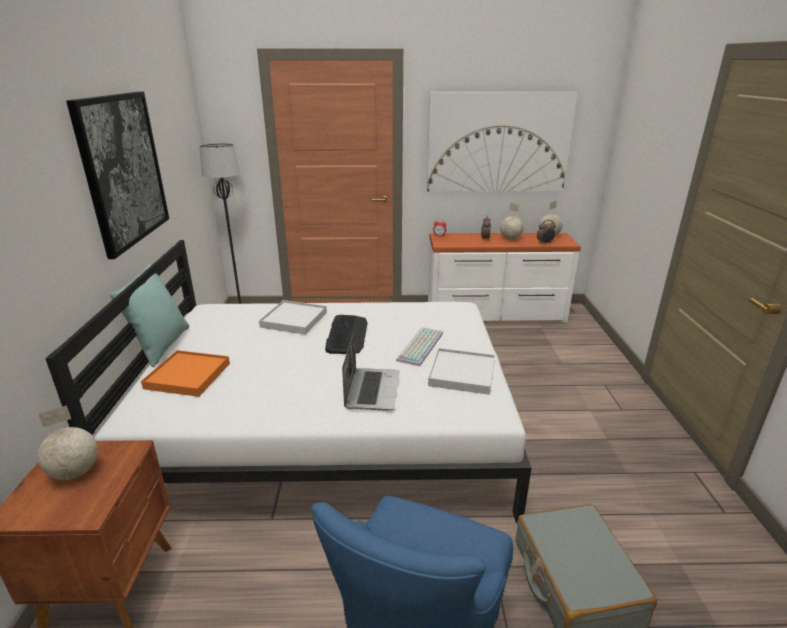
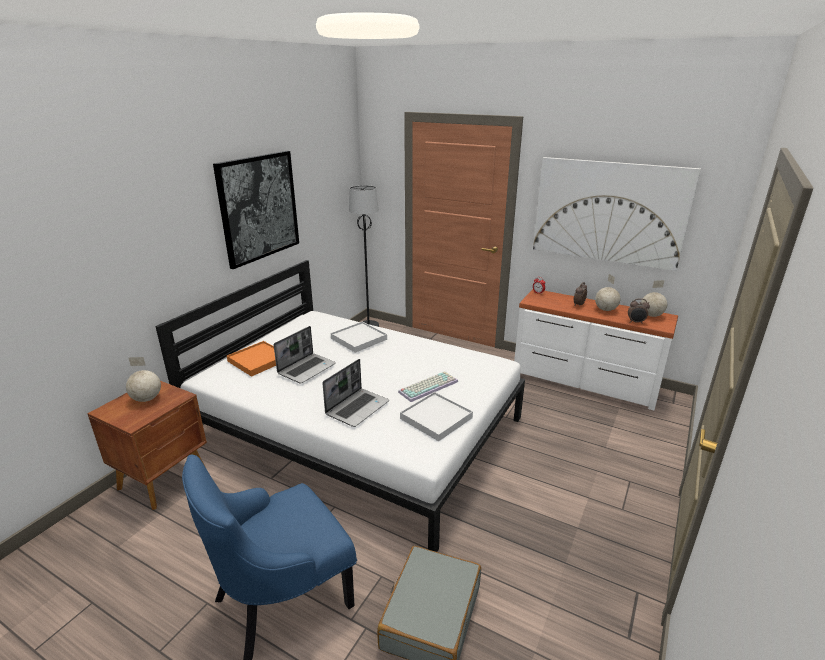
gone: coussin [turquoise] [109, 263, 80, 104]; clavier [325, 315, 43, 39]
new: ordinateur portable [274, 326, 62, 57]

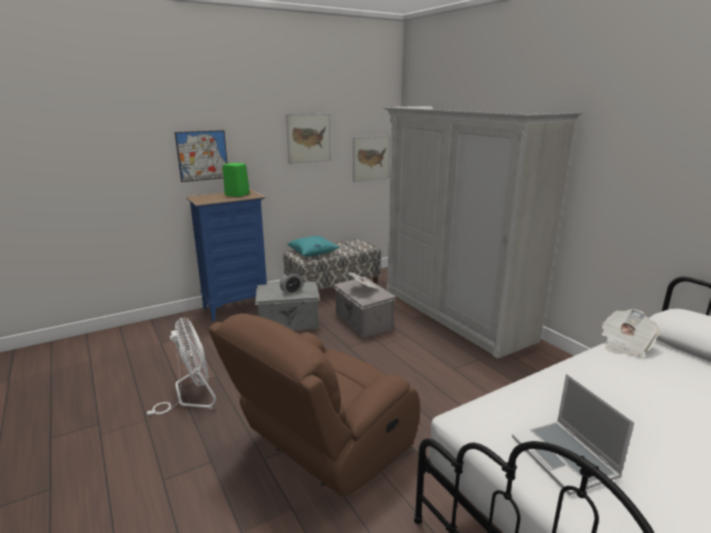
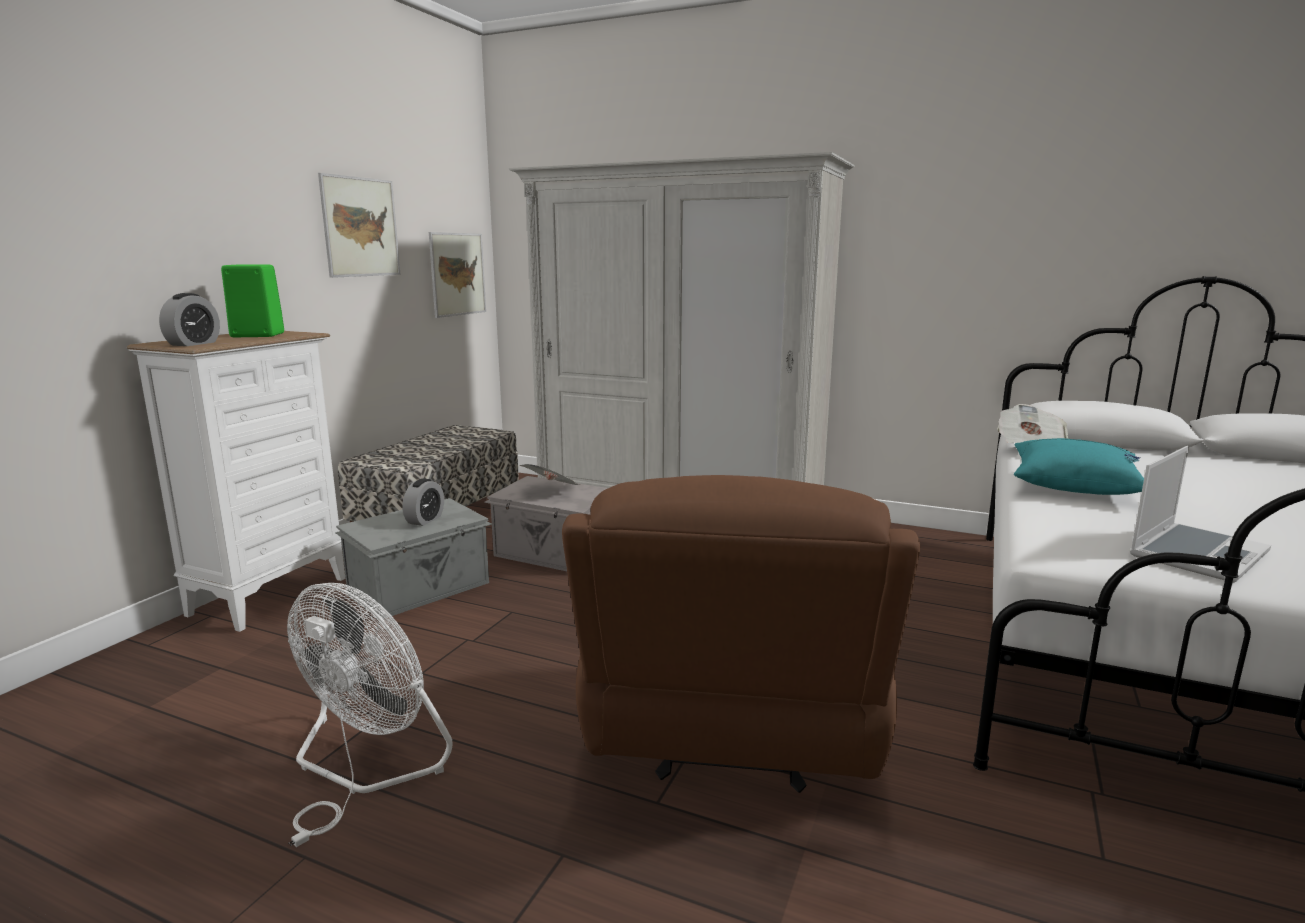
gone: tableau [175, 130, 53, 52]
new: réveil [159, 293, 61, 53]
shifted: coussin [turquoise] [287, 236, 52, 20] to [1014, 438, 130, 57]
repainted: commode [bleu] [186, 190, 81, 132] to commode [blanc] [127, 331, 218, 301]
rotated: ordinateur portable [512, 374, 123, 121] = [1130, 446, 141, 137] 75 degrees counterclockwise

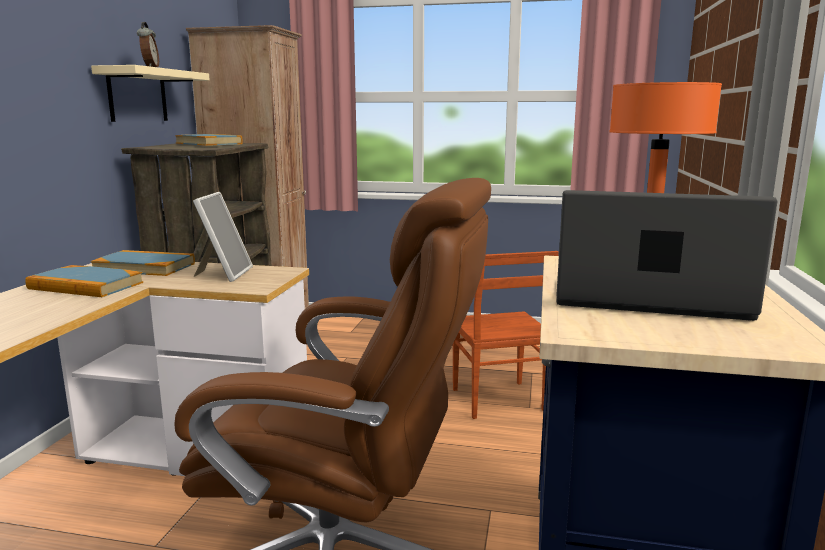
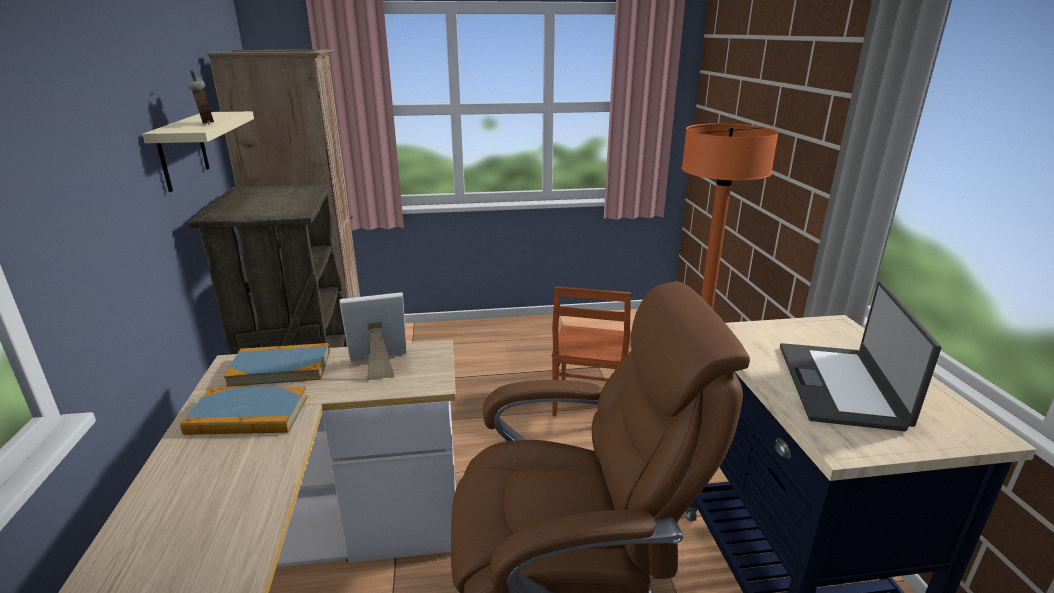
gone: livre [175, 134, 68, 12]
rotated: ordinateur portable [556, 190, 222, 131] = [780, 281, 161, 150] 75 degrees counterclockwise; cadre photo [193, 192, 60, 90] = [339, 292, 68, 89] 90 degrees counterclockwise; chaise [marron] [453, 251, 106, 168] = [552, 286, 79, 130] 45 degrees clockwise

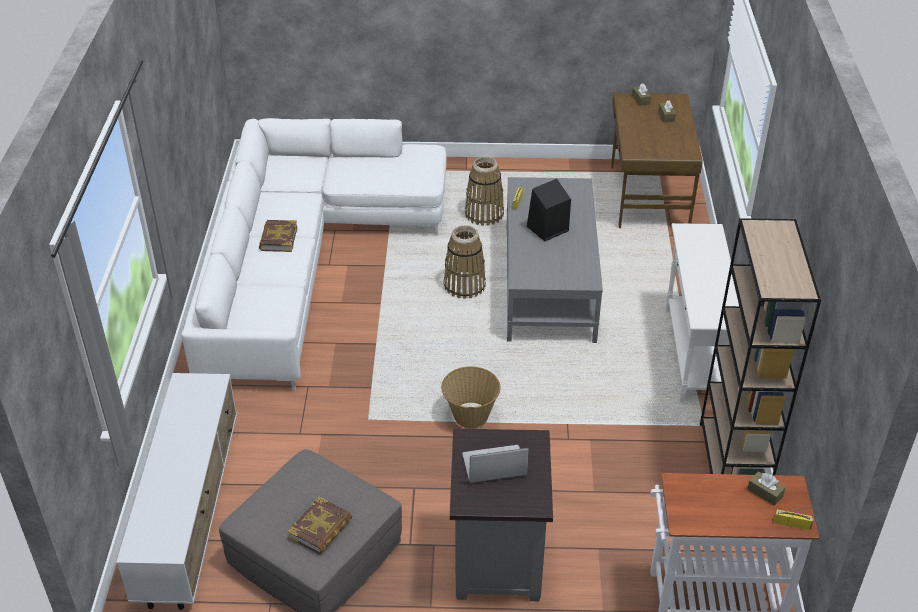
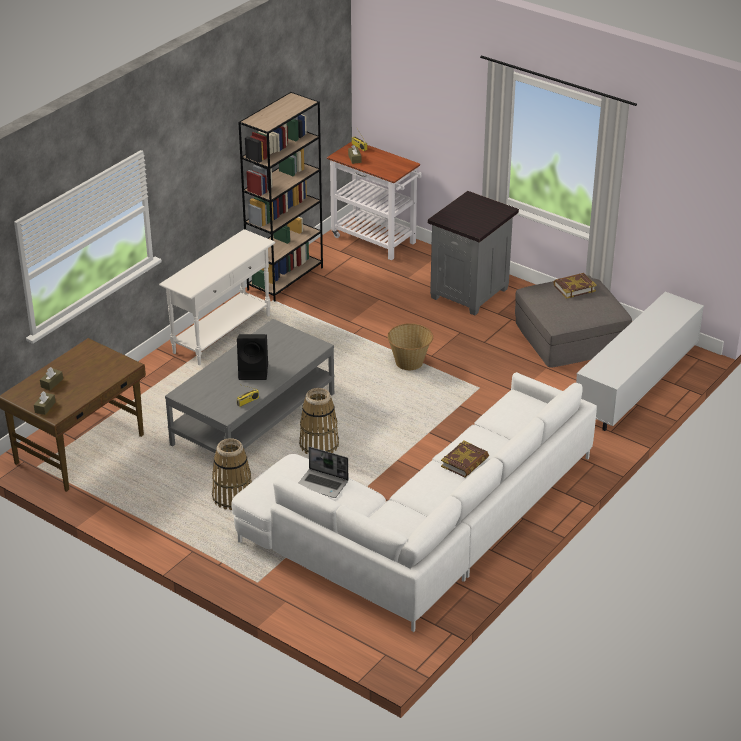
shifted: ordinateur portable [462, 445, 67, 38] to [299, 447, 49, 51]

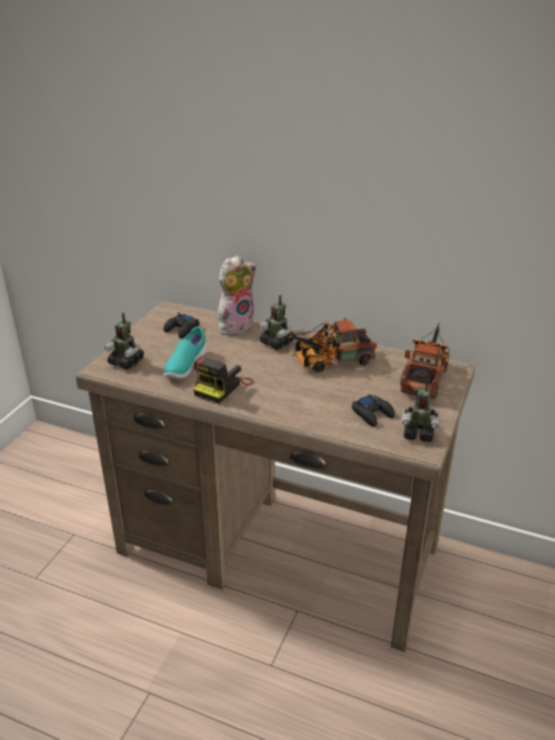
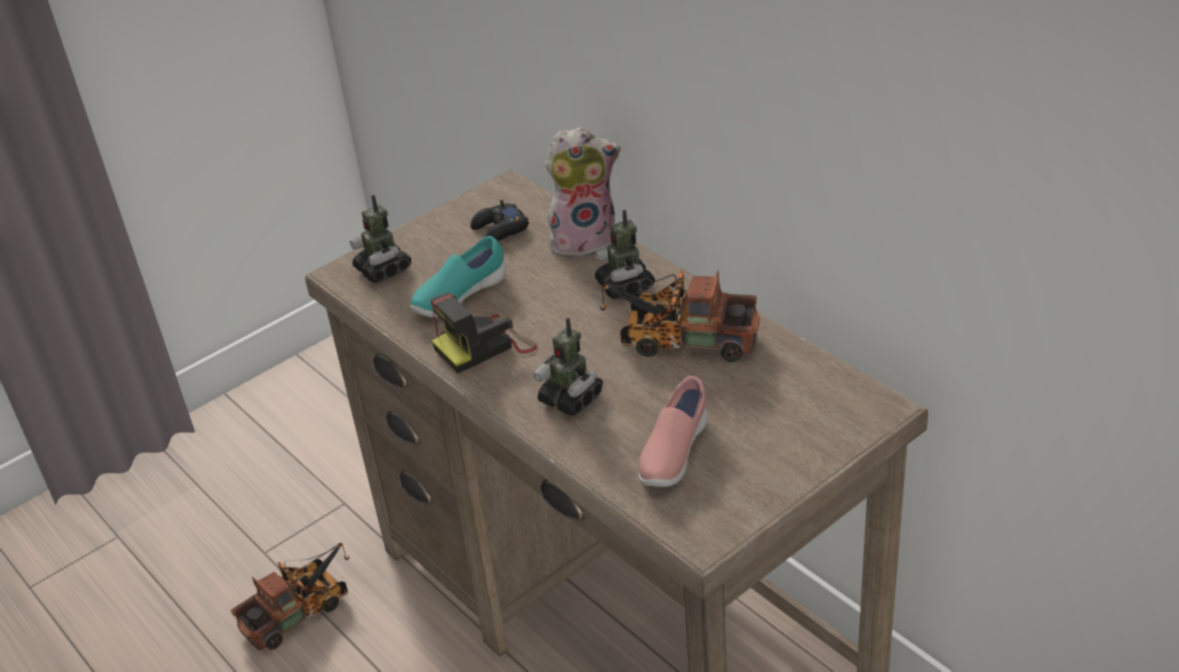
shifted: camion jouet [401, 323, 49, 76] to [231, 543, 118, 108]; robot jouet [402, 378, 38, 64] to [533, 317, 70, 99]
swapped: manette [noir] [352, 394, 43, 33] to chaussure [rose] [639, 376, 69, 111]

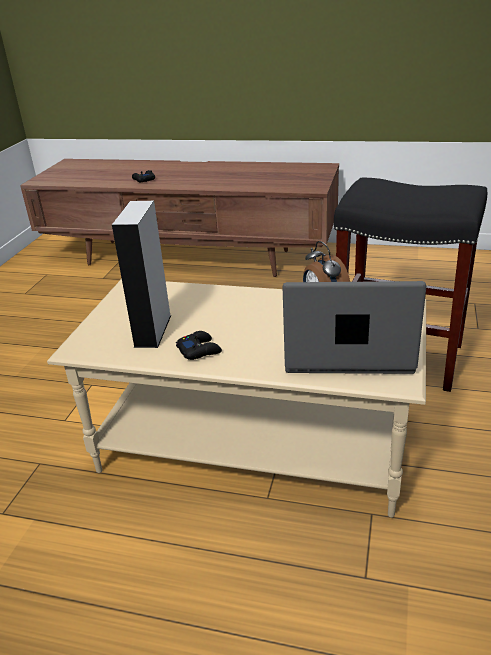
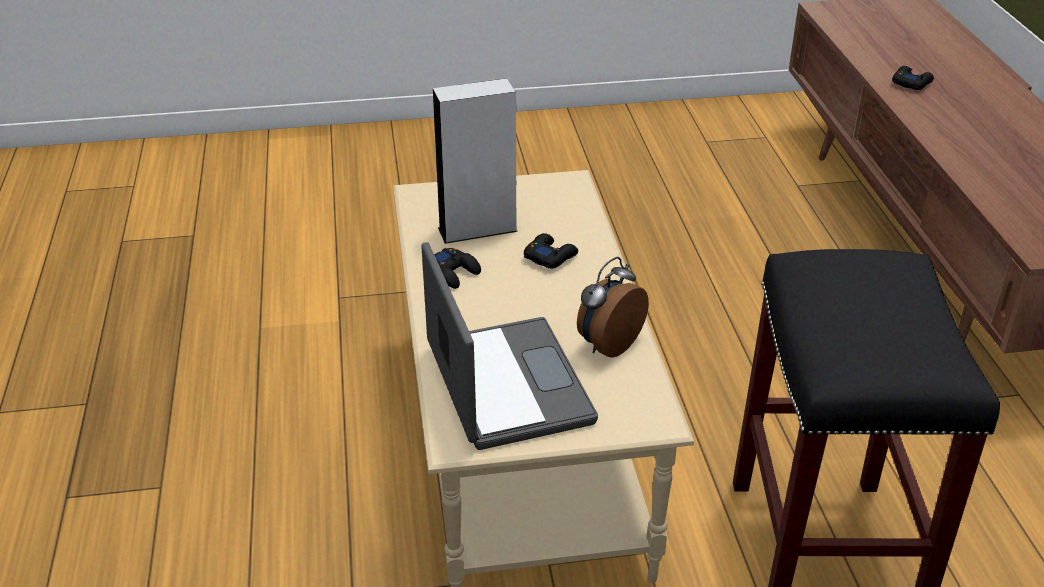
new: manette [noir] [524, 233, 54, 36]

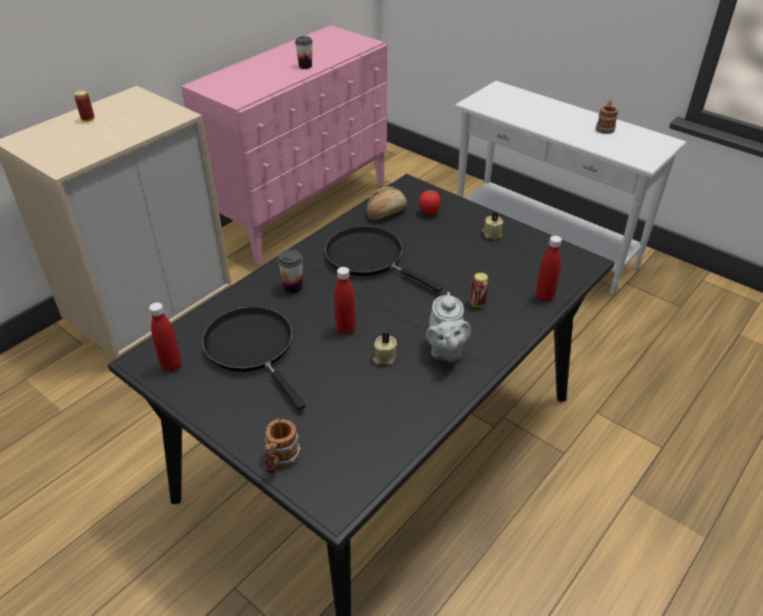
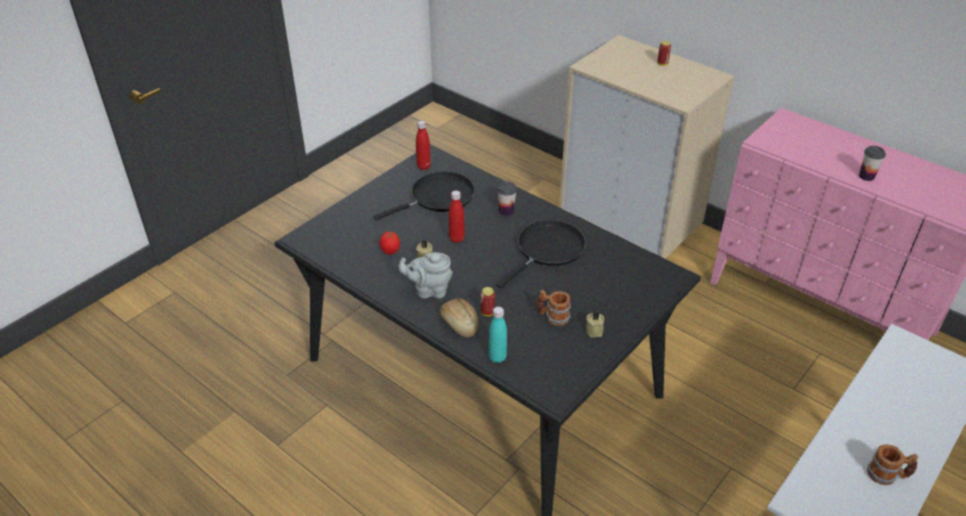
shifted: pain [367, 187, 40, 33] to [440, 299, 39, 38]; tomate [419, 190, 22, 25] to [379, 232, 21, 23]; mug [264, 419, 37, 55] to [536, 290, 35, 36]
repainted: bouteille [rouge] [536, 236, 26, 66] to bouteille [turquoise] [489, 307, 18, 56]

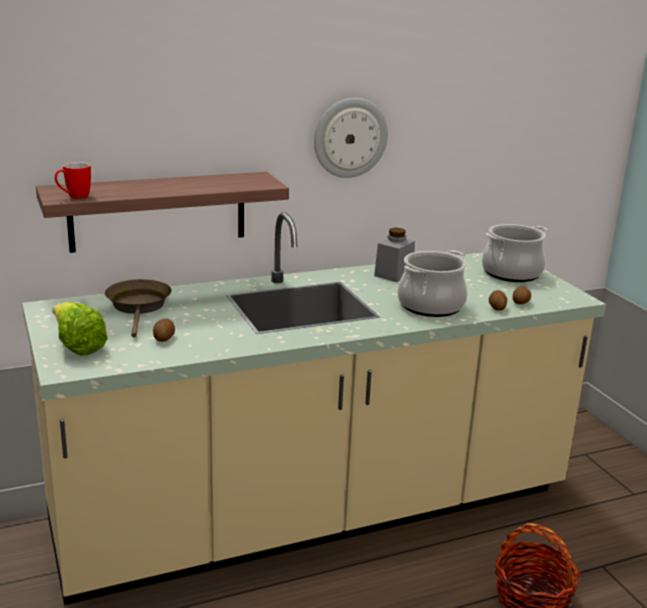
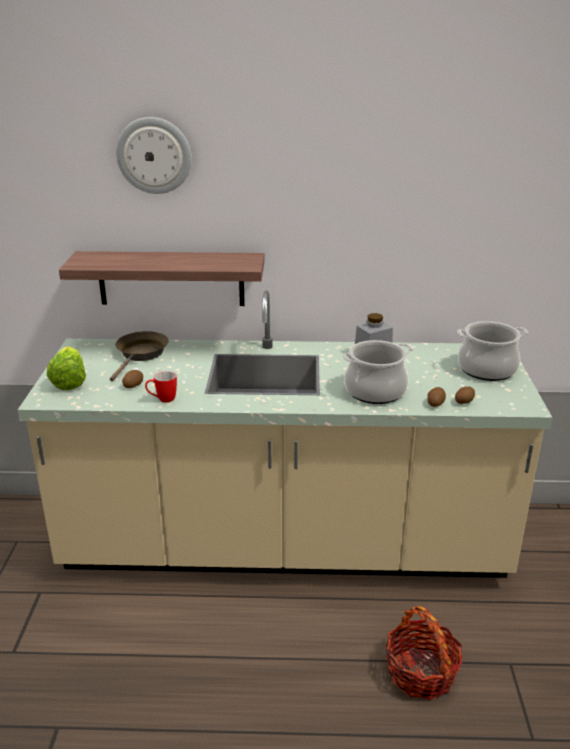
shifted: horloge murale [314, 98, 74, 80] to [116, 117, 76, 77]; mug [55, 162, 36, 37] to [145, 371, 32, 32]

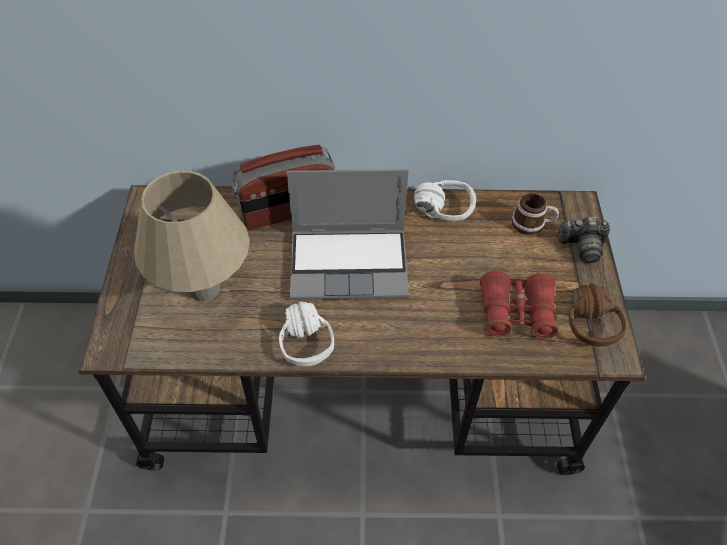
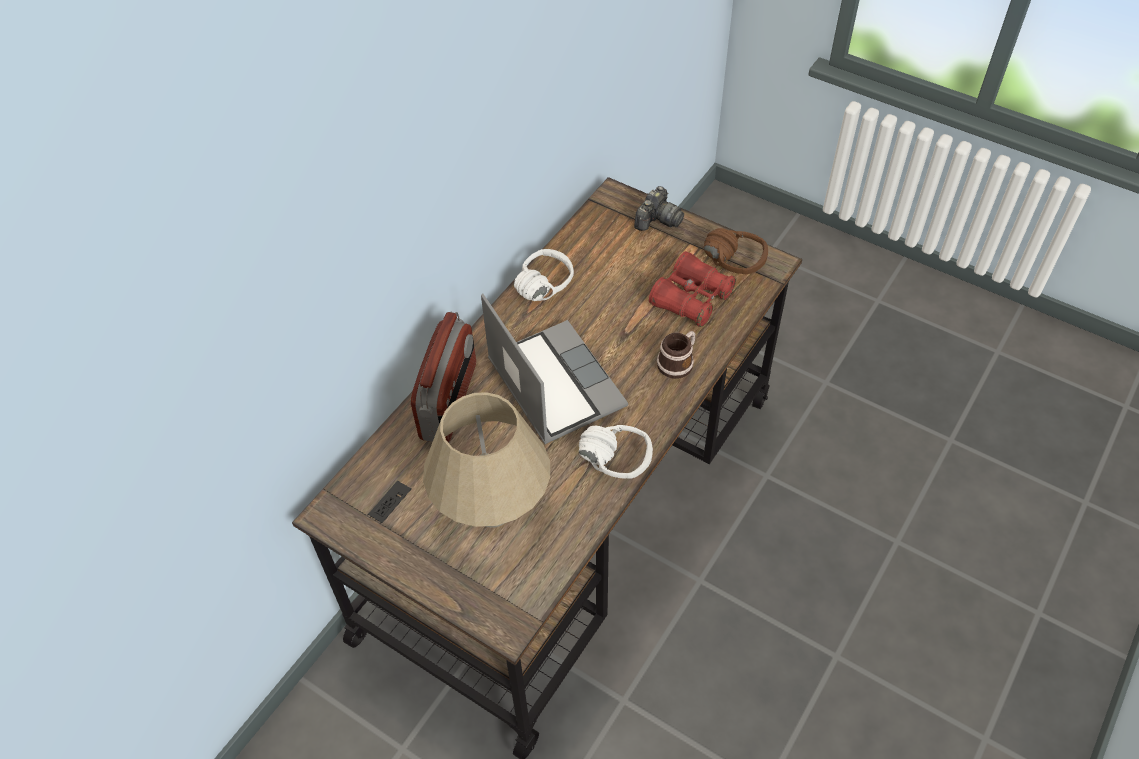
shifted: mug [512, 193, 47, 42] to [657, 331, 39, 48]
rotated: ordinateur portable [286, 169, 123, 131] = [481, 294, 147, 150] 60 degrees counterclockwise

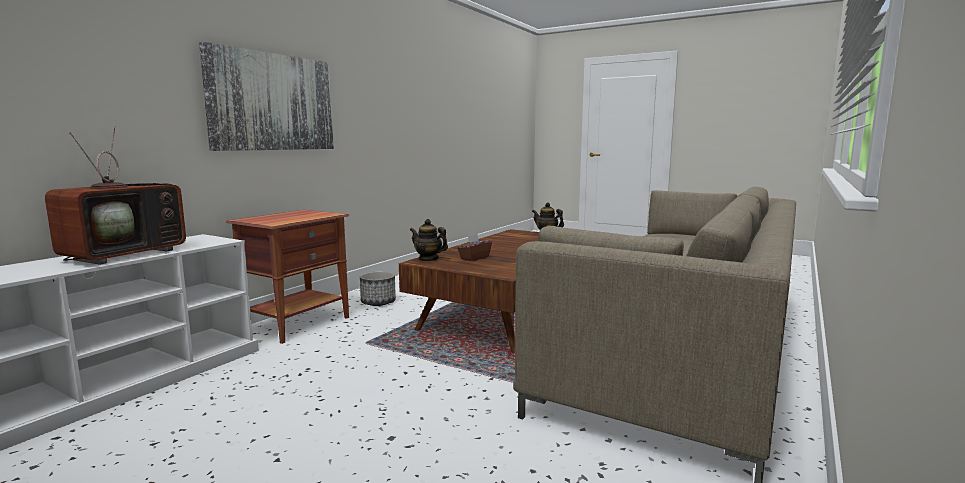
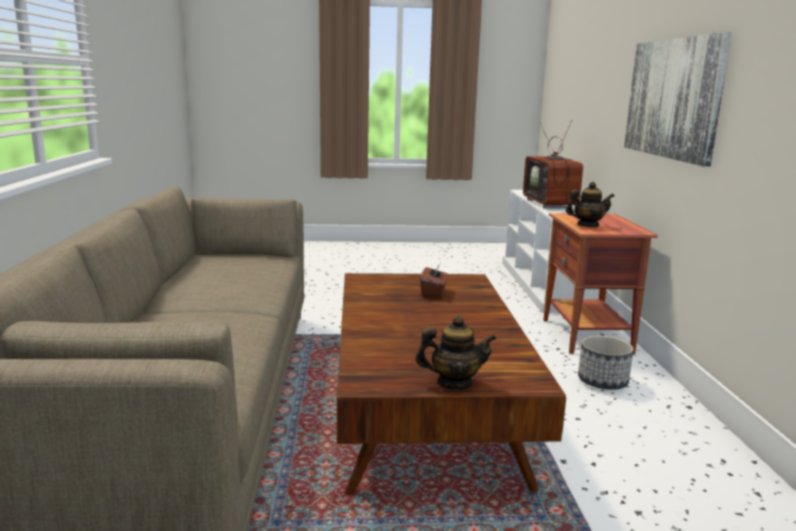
shifted: théière [410, 219, 38, 43] to [566, 182, 48, 45]

